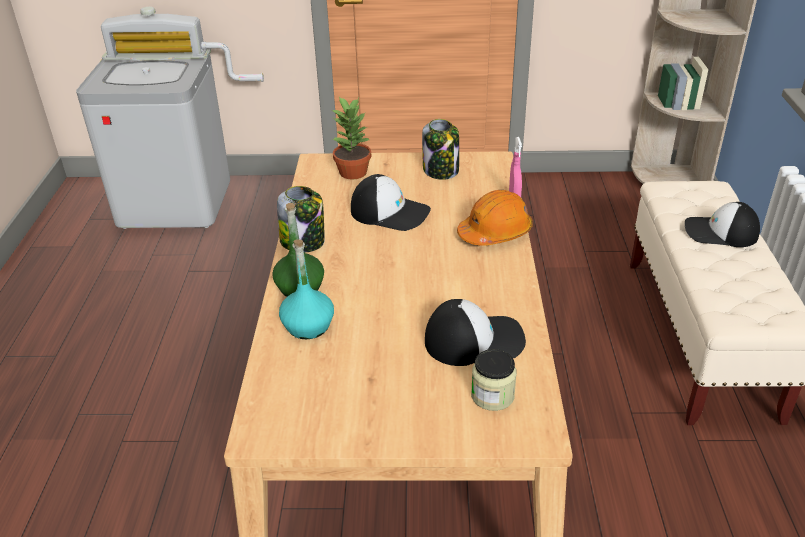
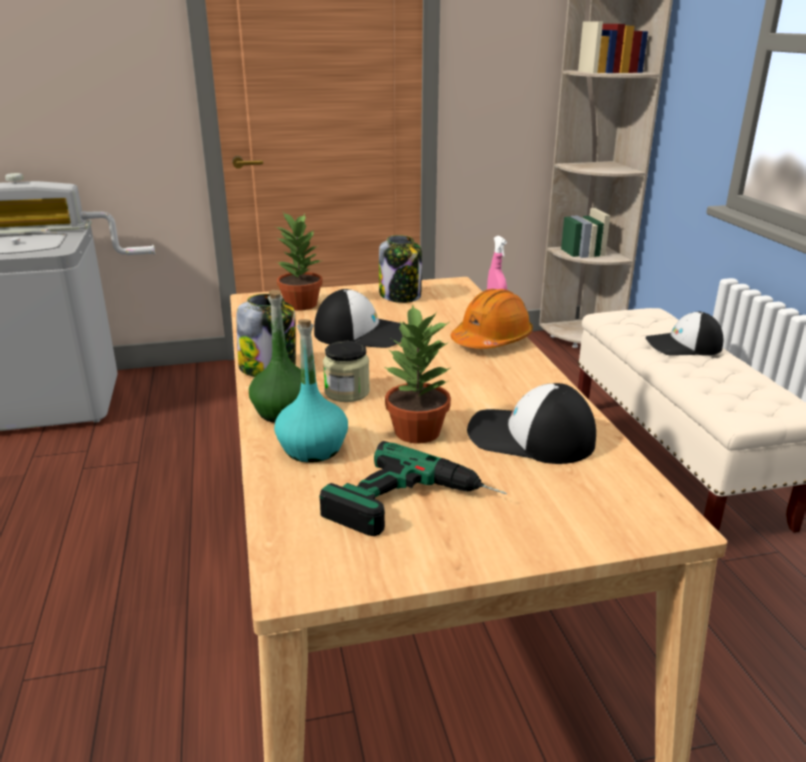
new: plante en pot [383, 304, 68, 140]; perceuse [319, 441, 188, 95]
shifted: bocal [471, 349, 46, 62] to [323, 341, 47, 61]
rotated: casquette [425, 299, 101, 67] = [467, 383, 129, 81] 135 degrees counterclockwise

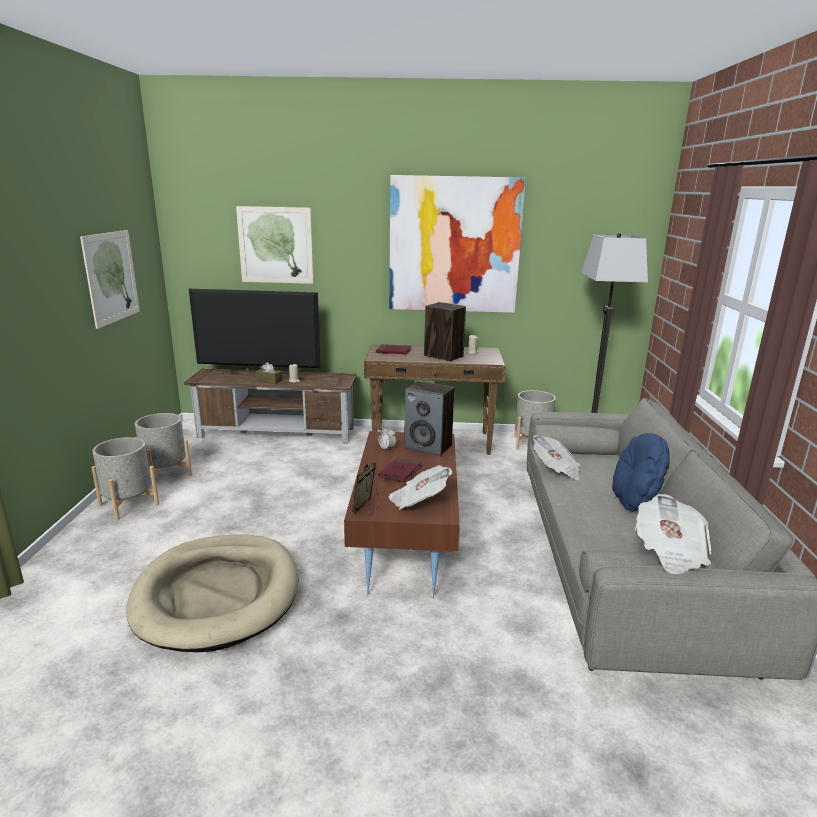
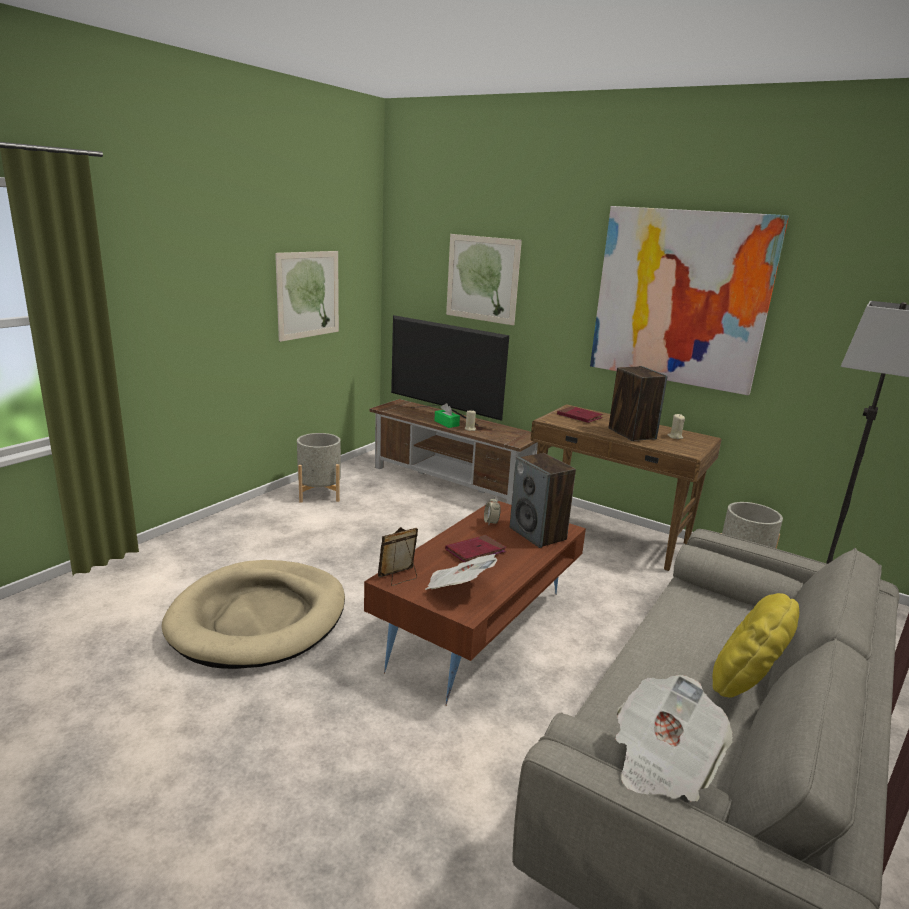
gone: journal [533, 435, 48, 45]; cache-pot [gris] [91, 437, 68, 83]
repainted: boîte à mouchoirs [marron] [256, 362, 26, 22] to boîte à mouchoirs [vert] [434, 403, 26, 25]; coussin [bleu] [612, 433, 58, 78] to coussin [jaune] [713, 593, 86, 105]

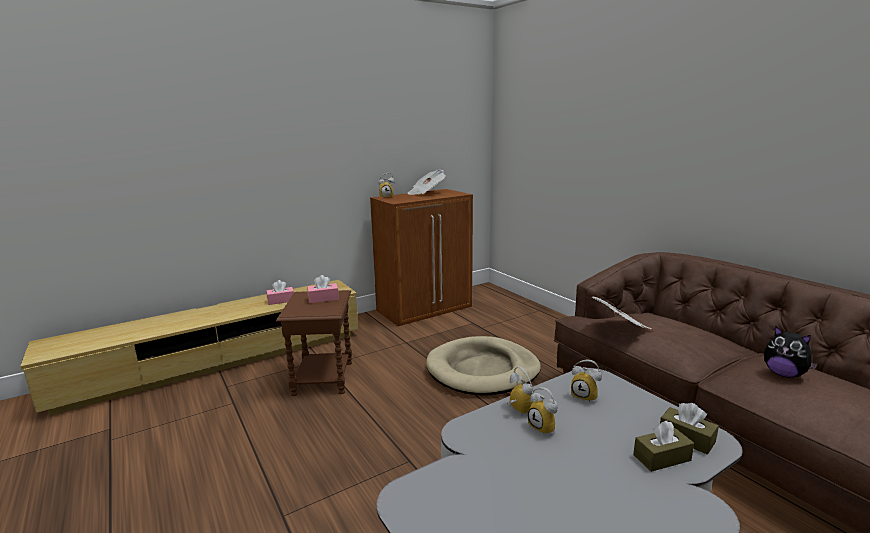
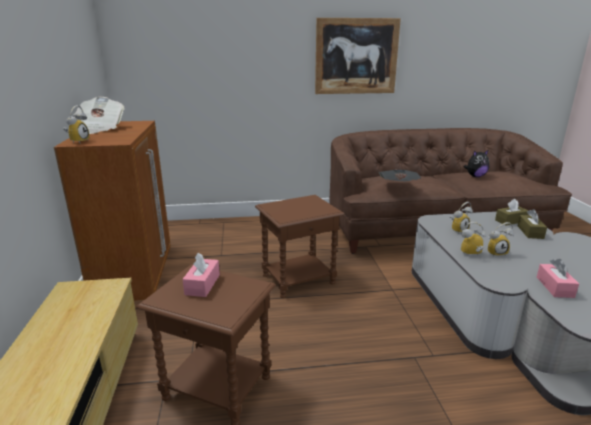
new: tableau [315, 18, 86, 76]
shifted: boîte à mouchoirs [rose] [266, 280, 28, 25] to [537, 259, 42, 39]
swapped: panier pour chien [beige] [426, 336, 115, 59] to table d'appoint [marron] [255, 195, 90, 103]

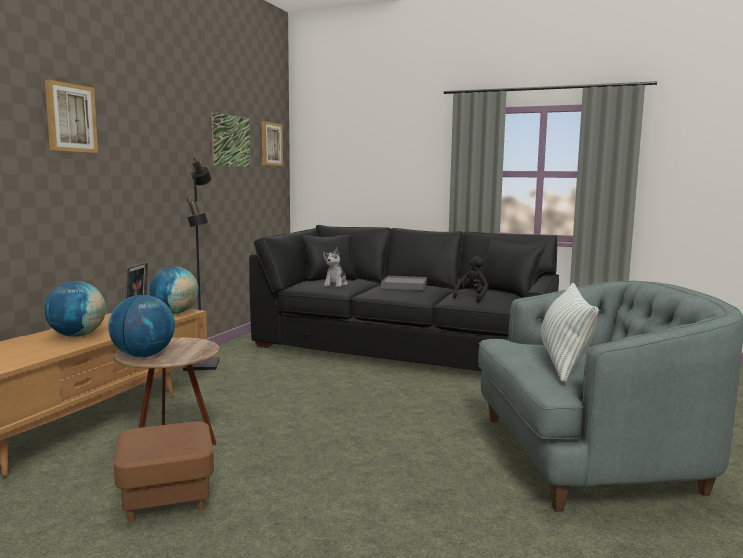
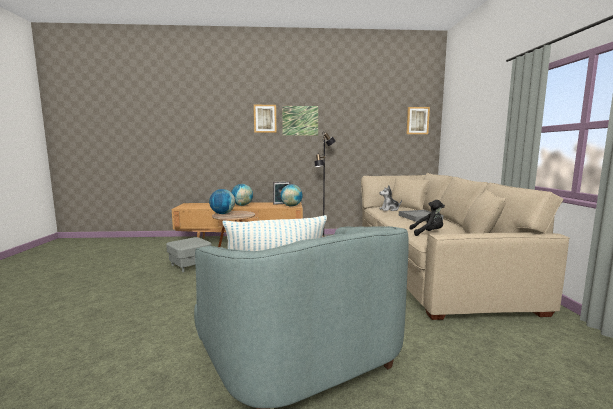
shifted: tableau [211, 112, 39, 55] to [282, 106, 36, 30]
repainted: canapé [noir] [249, 225, 311, 146] to canapé [beige] [361, 173, 209, 147]; pouf [marron] [114, 421, 100, 101] to pouf [gris] [166, 237, 46, 35]

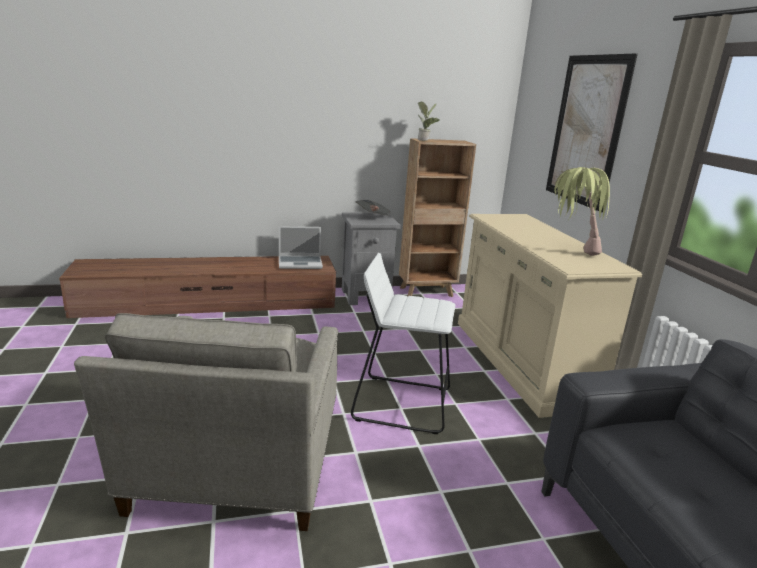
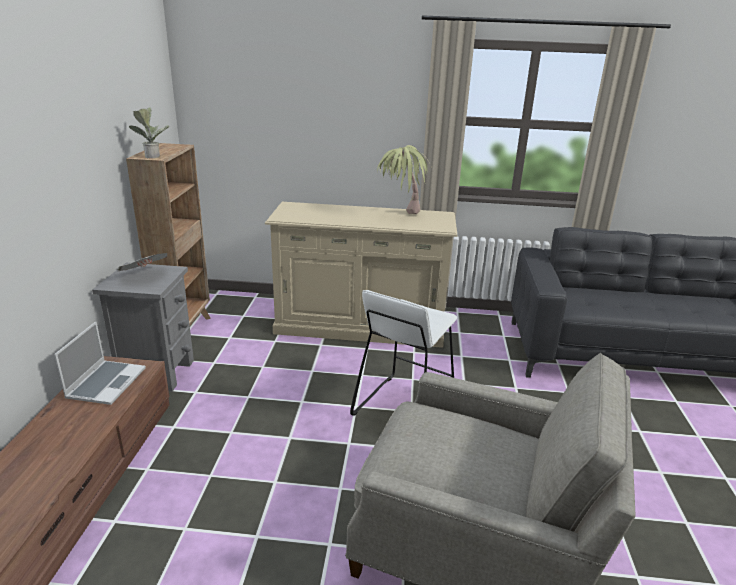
gone: tableau [546, 53, 92, 159]

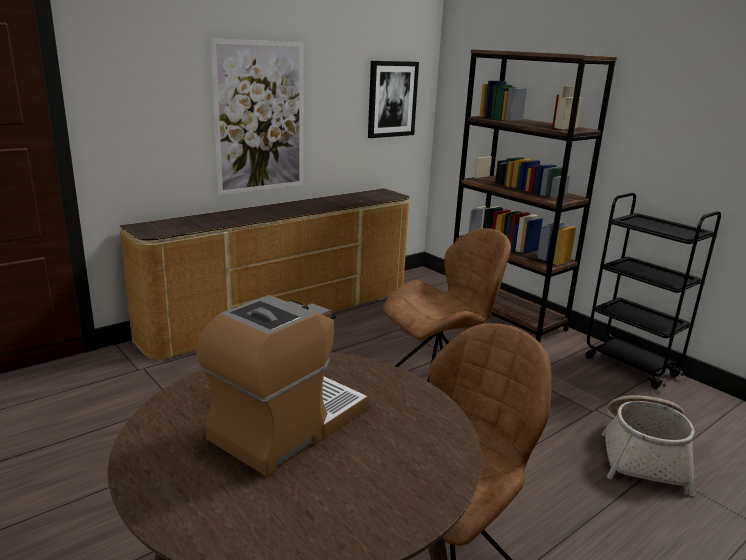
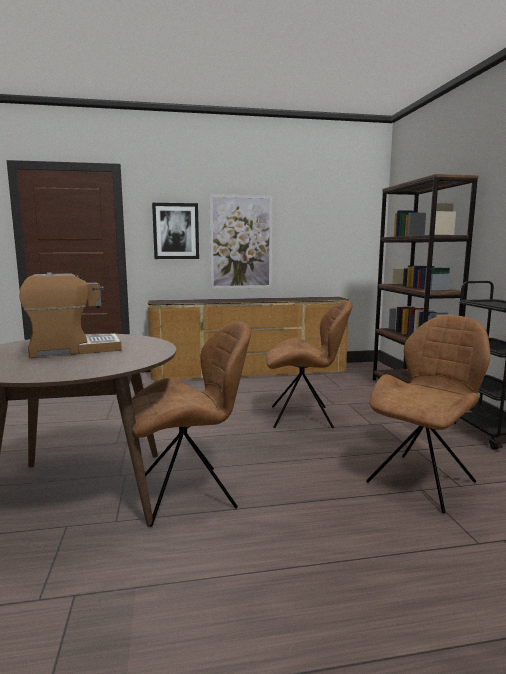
shifted: tableau [368, 61, 51, 77] to [152, 203, 47, 56]
swapped: panier [602, 395, 93, 101] to chaise [marron] [366, 315, 124, 199]

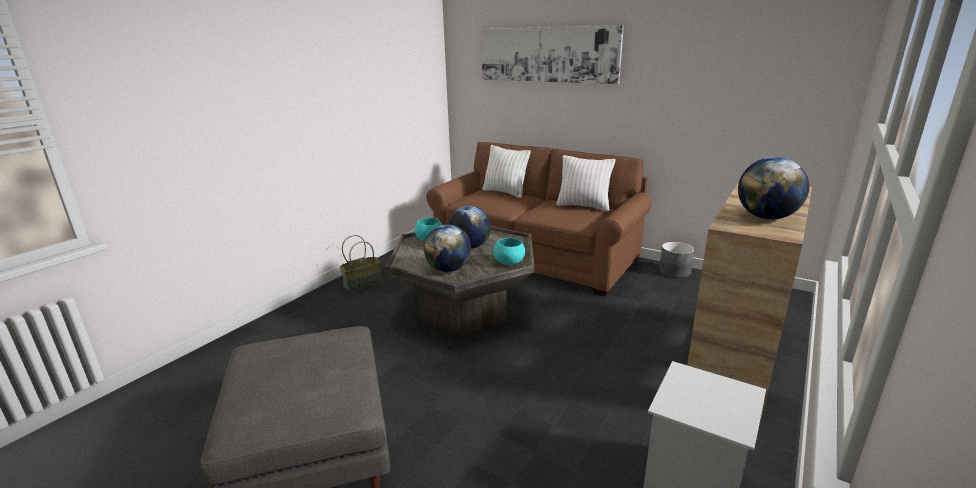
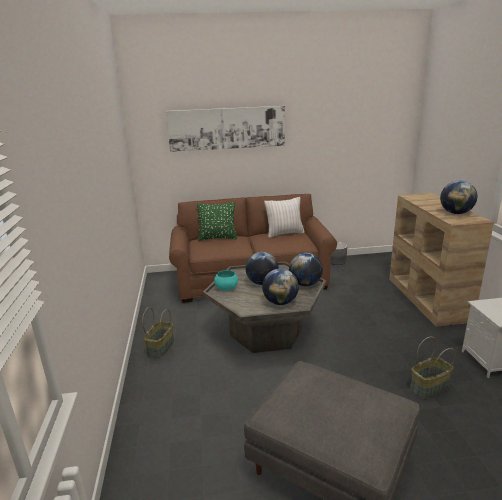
new: panier [410, 336, 45, 63]
swapped: bol [turquoise] [493, 238, 32, 27] to globe [289, 253, 34, 33]
repainted: coussin [blanc] [482, 145, 49, 53] to coussin [vert] [197, 202, 40, 39]

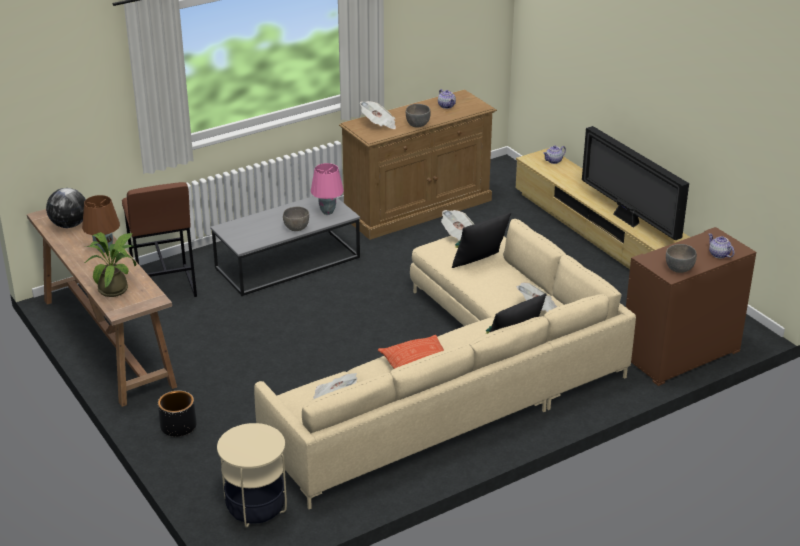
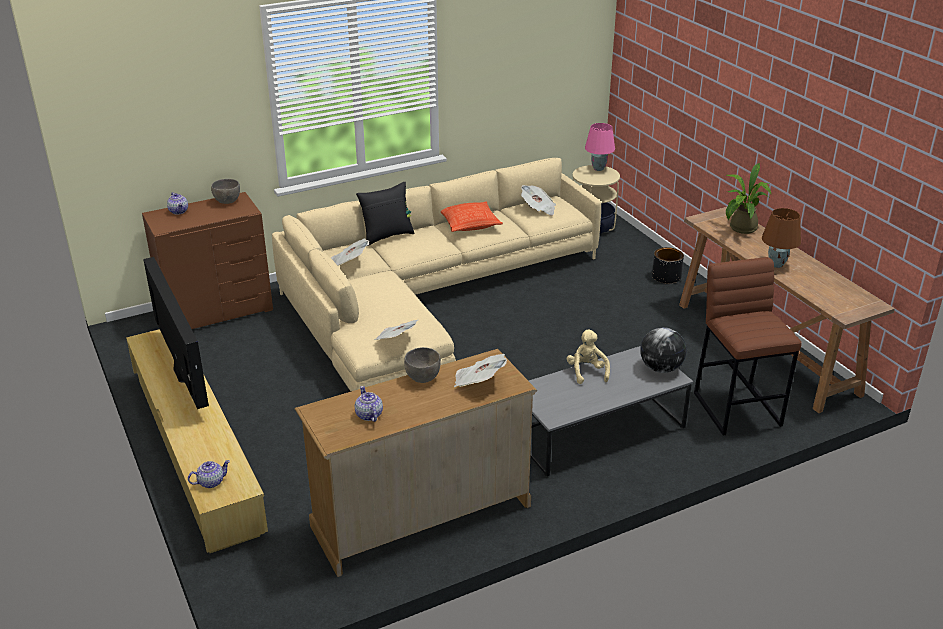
gone: coussin [noir] [452, 212, 59, 56]
shifted: lampe de table [rose] [311, 163, 33, 52] to [585, 123, 30, 48]; globe [46, 188, 40, 40] to [640, 327, 46, 46]
swapped: bol [gris] [283, 207, 26, 24] to peluche [beige] [567, 329, 43, 55]

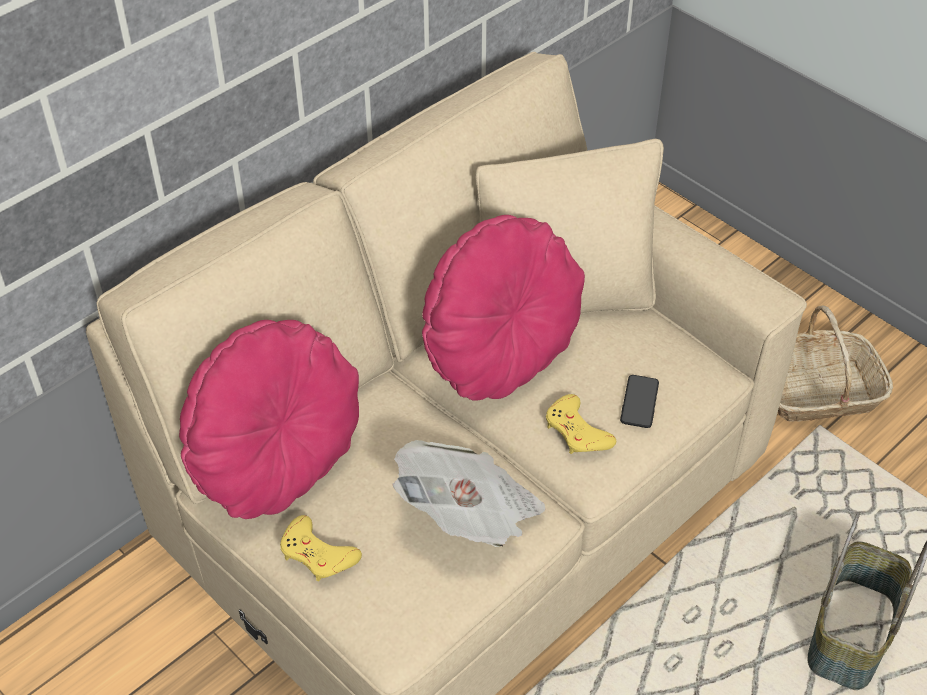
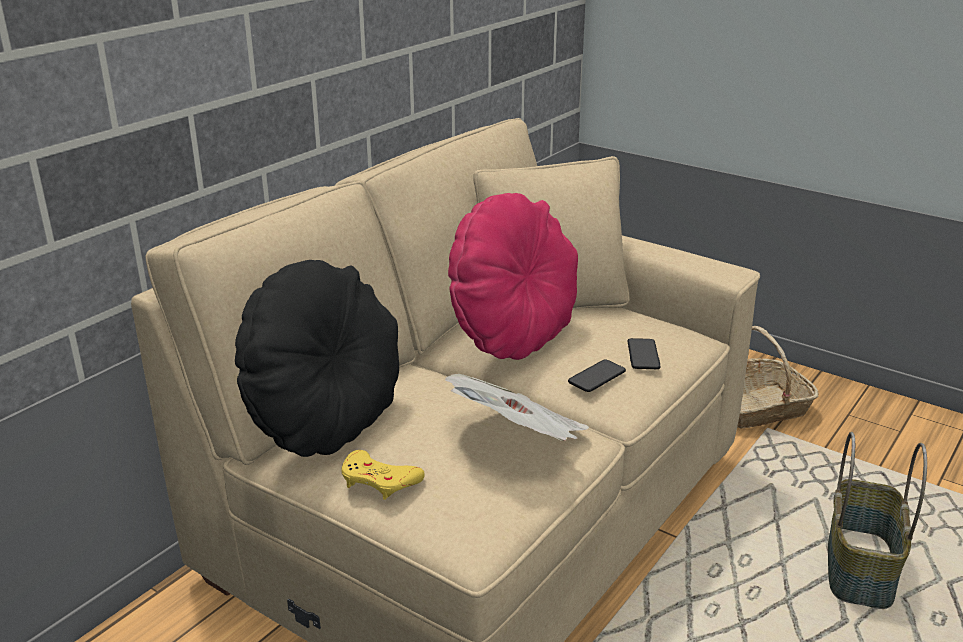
swapped: manette [jaune] [546, 394, 70, 60] to téléphone [568, 359, 58, 33]
repainted: coussin [rose] [179, 320, 180, 199] to coussin [noir] [235, 260, 164, 197]

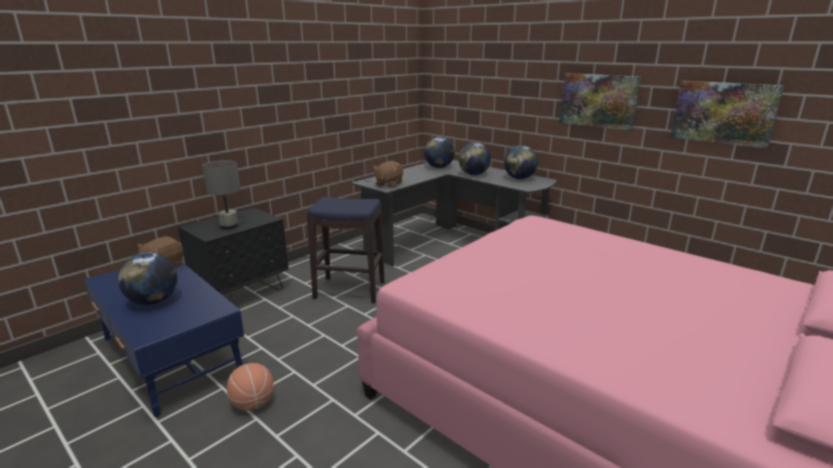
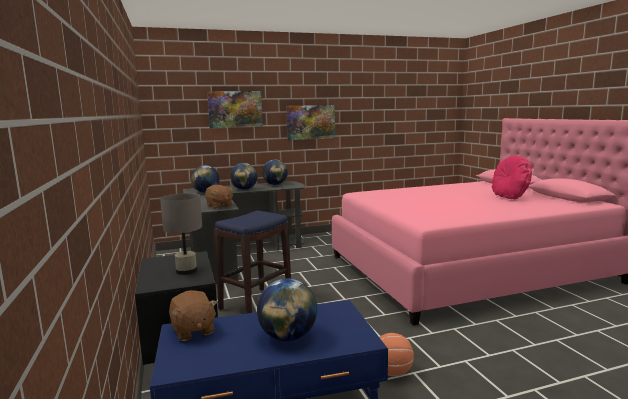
new: coussin [rose] [492, 156, 40, 43]
shifted: tableau [670, 81, 115, 68] to [207, 91, 56, 37]

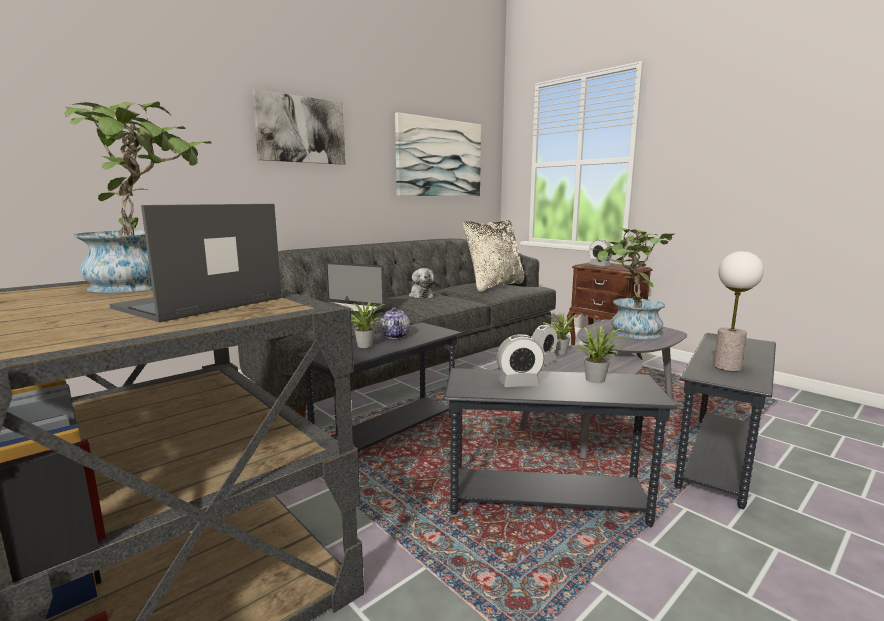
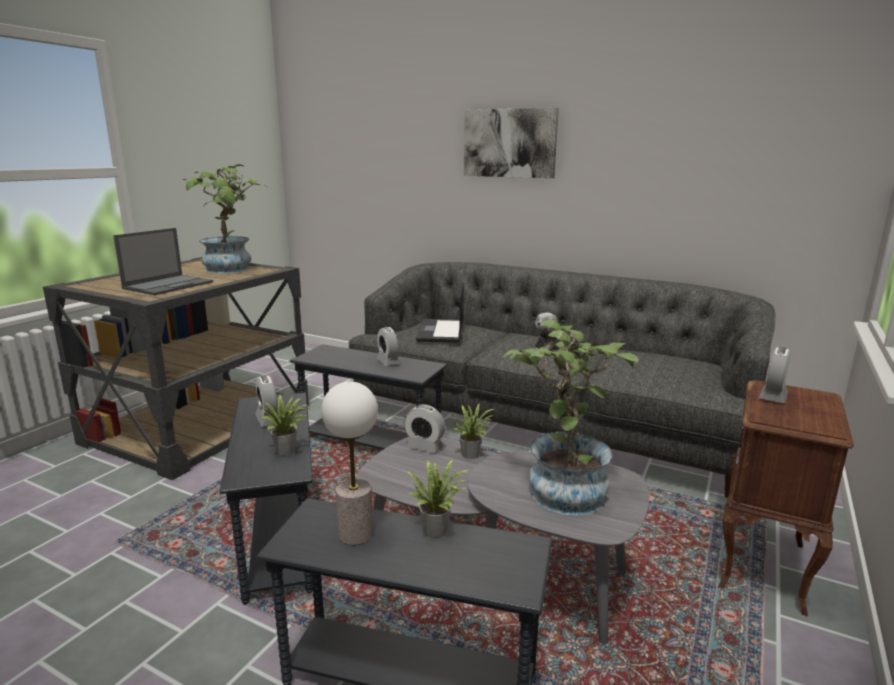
gone: tableau [395, 112, 86, 84]; coussin [beige] [463, 220, 61, 72]
shifted: plante en pot [346, 301, 39, 47] to [405, 458, 65, 80]
swapped: théière [380, 307, 30, 32] to réveil [376, 327, 24, 39]
rotated: ordinateur portable [110, 204, 172, 118] = [113, 228, 100, 67] 105 degrees clockwise

